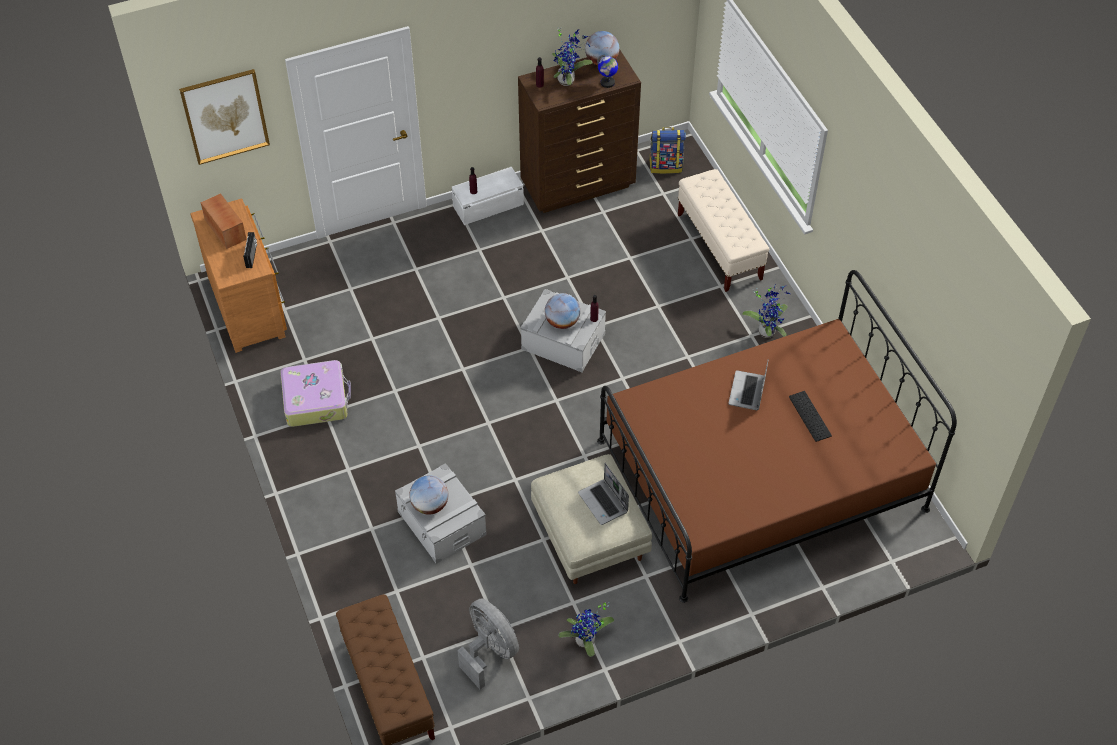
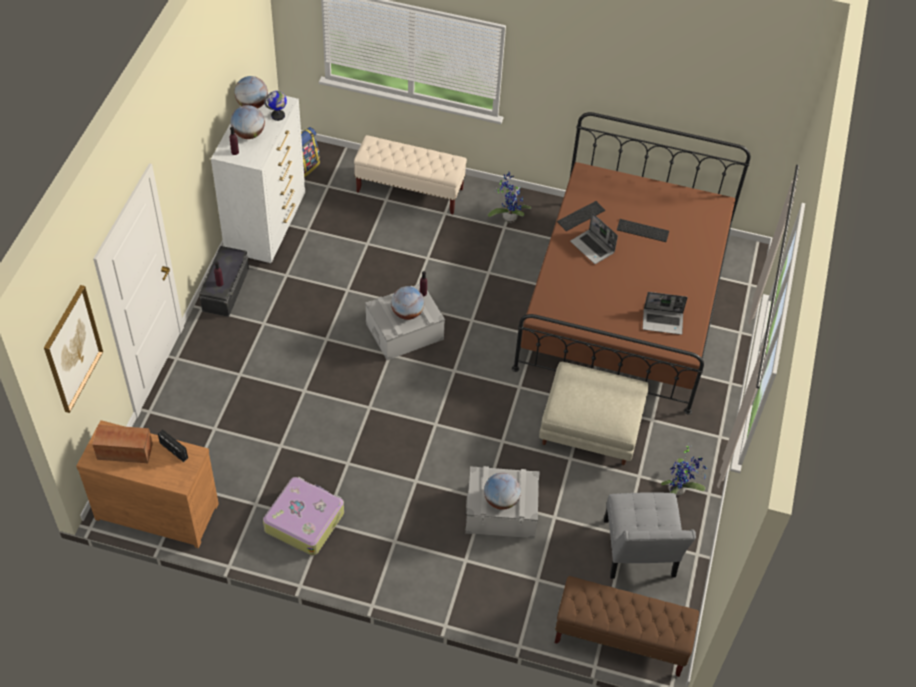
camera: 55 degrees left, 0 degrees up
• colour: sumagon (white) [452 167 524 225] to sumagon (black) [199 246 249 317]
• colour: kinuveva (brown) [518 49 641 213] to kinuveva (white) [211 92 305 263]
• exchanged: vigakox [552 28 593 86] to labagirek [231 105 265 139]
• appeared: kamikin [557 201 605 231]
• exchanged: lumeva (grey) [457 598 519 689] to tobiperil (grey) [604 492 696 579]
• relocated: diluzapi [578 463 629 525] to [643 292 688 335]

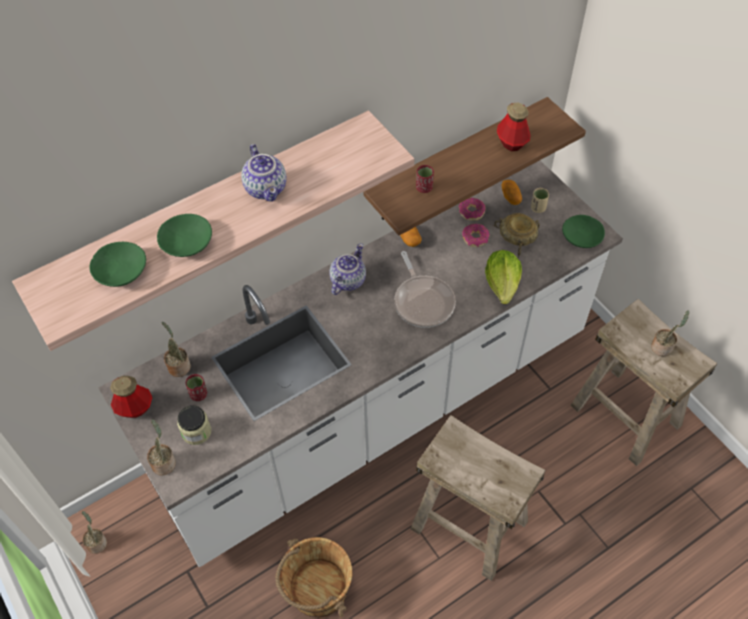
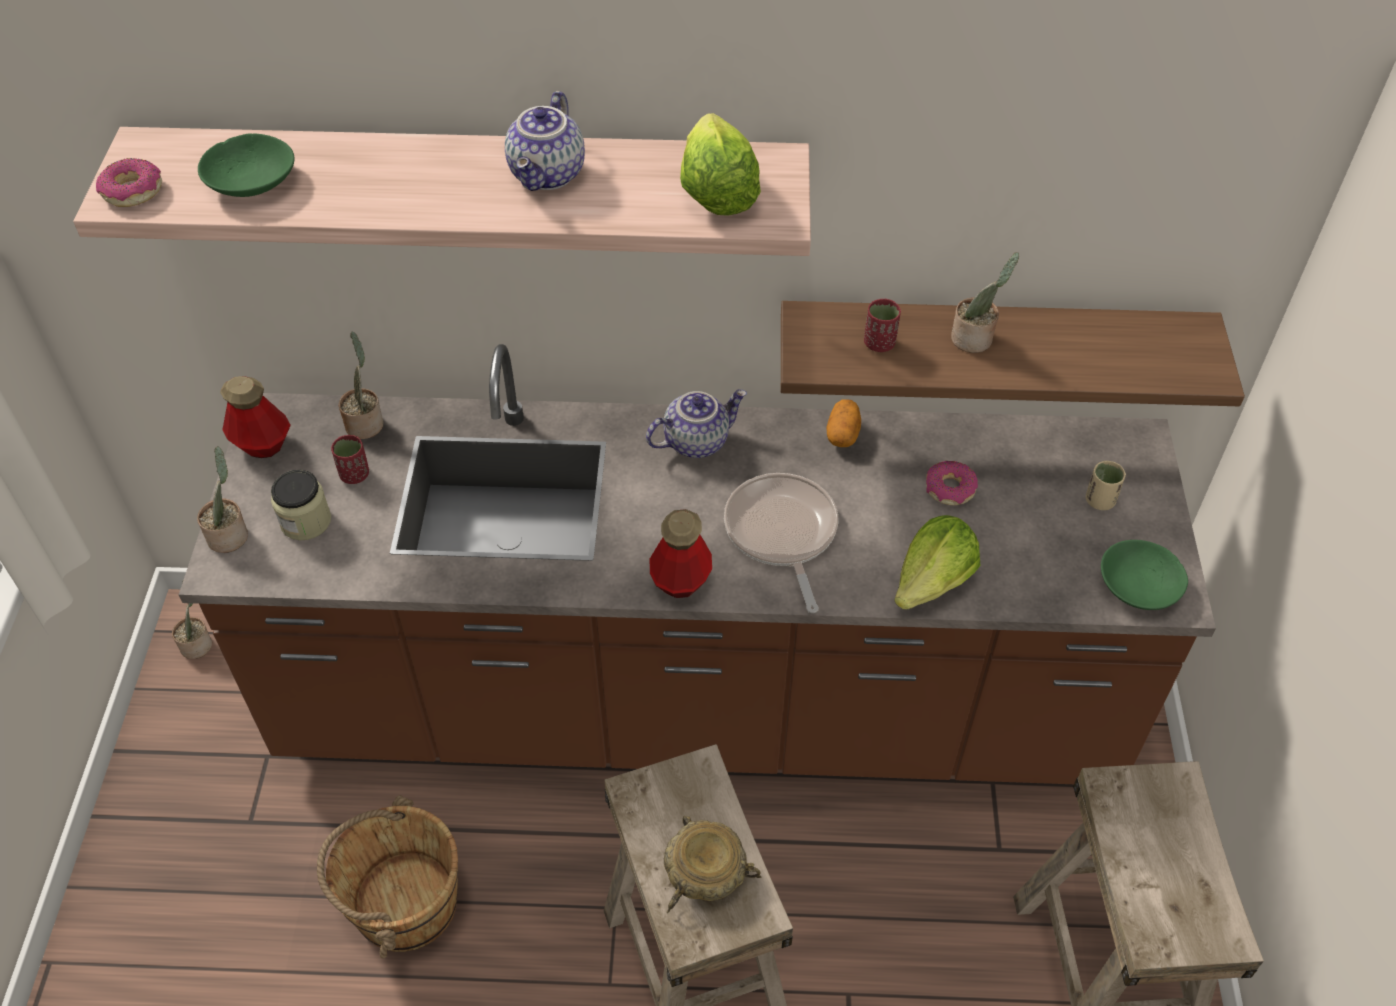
camera: 35 degrees right, 5 degrees down
• relocated: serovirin [459 198 485 221] to [96 158 162 207]
• colour: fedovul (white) [99 160 623 567] to fedovul (brown) [179 344 1216 784]
• relocated: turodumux [497 102 531 151] to [650 509 712 598]
• relocated: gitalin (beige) [493 213 540 258] to [664 816 761 913]
• appeared: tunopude [680 113 761 216]
• spun: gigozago [394 251 456 328] = [724 473 838 613] 150 degrees clockwise
• relocated: vigakox [651 311 689 356] to [951 252 1019 353]
• missing: gitalin (green) [157 214 212 257]
• missing: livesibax [502 179 522 205]

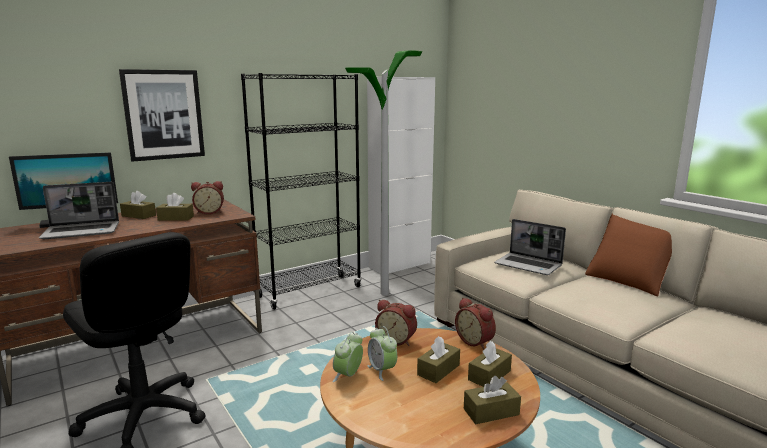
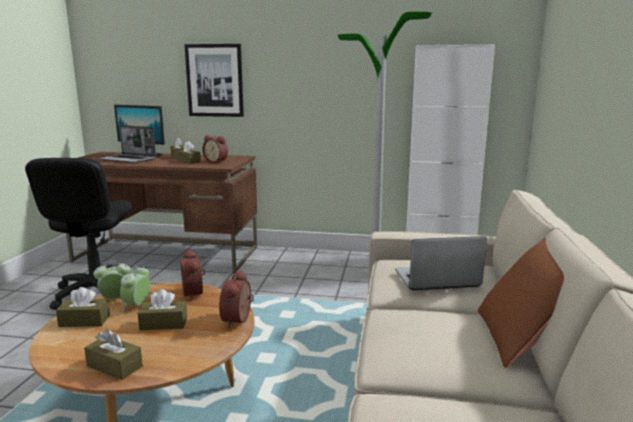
camera: 45 degrees right, 0 degrees up
• relocated: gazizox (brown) [468 341 512 387] to [56 287 110 327]
• spun: diluzapi [494 219 566 275] = [395 236 487 290] 90 degrees clockwise
• missing: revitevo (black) [241 73 362 310]

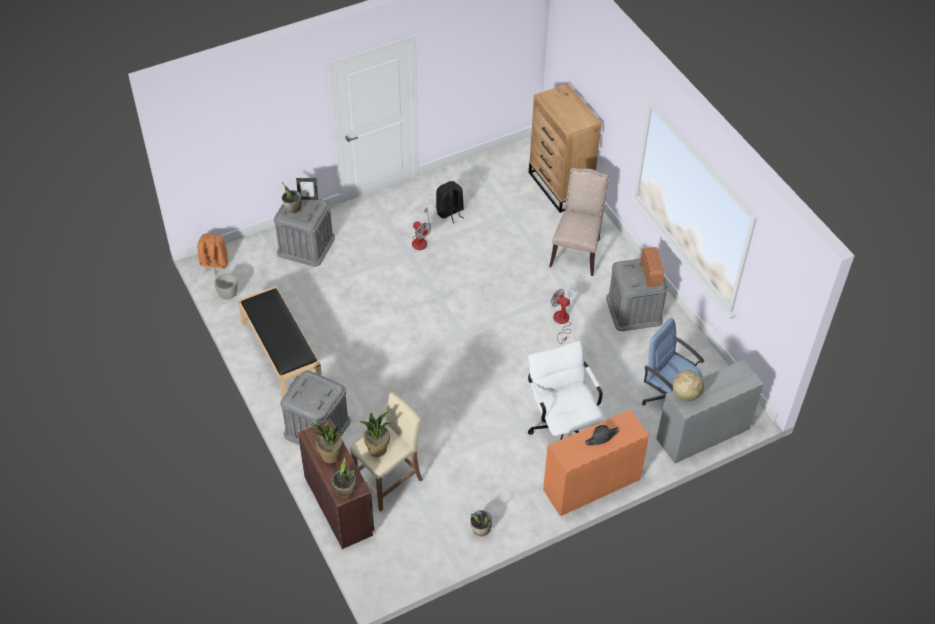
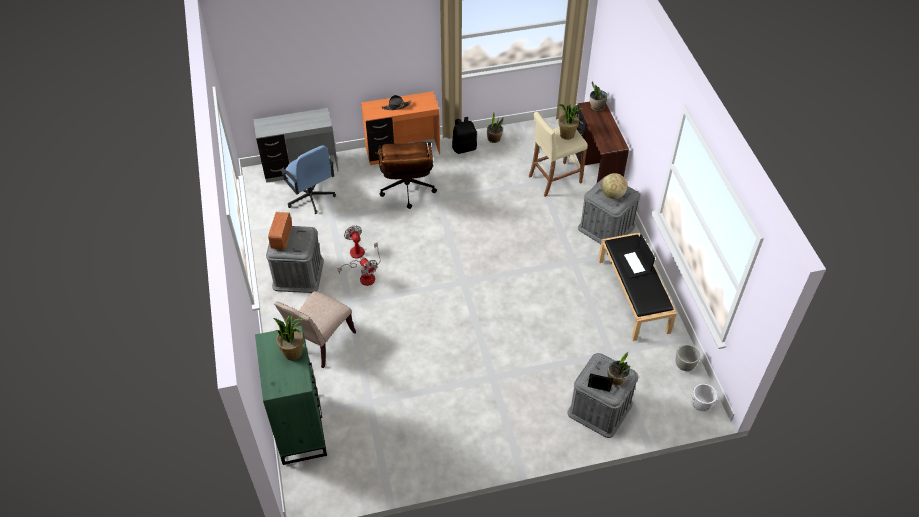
camera: 165 degrees left, 0 degrees up
• colour: kinuveva (brown) [529 83 602 213] to kinuveva (green) [255 326 327 465]
• relocated: vigakox [311 422 342 463] to [273 315 304 361]
• relocated: lumeva [412 207 431 250] to [338 225 365 274]
• colour: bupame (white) [528 341 605 440] to bupame (brown) [378 141 437 209]
• relocated: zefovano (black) [436 181 464 223] to [452 117 477 154]
• relocated: labagirek [673 370 704 401] to [601 173 627 199]
• appeared: diluzapi [616 234 655 279]
• exchanged: zefovano (orange) [197 233 228 276] to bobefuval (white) [691 384 717 411]

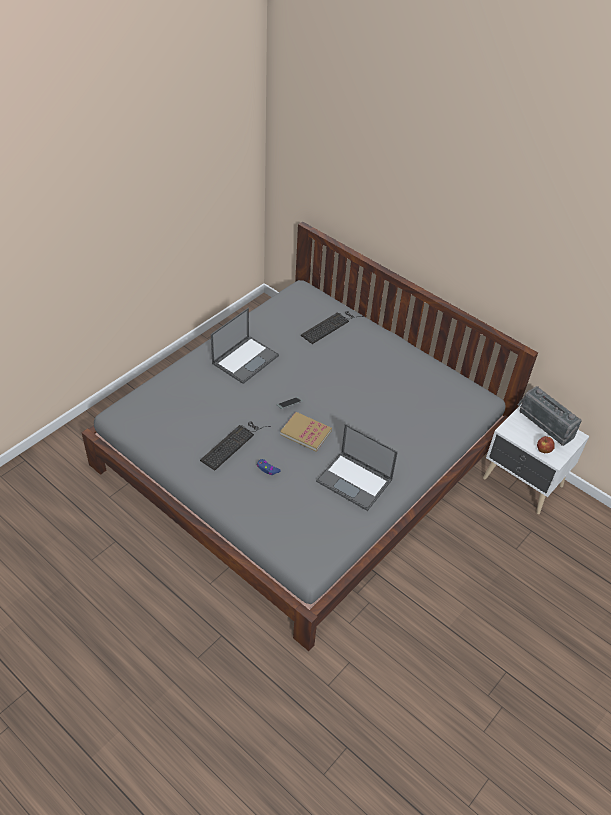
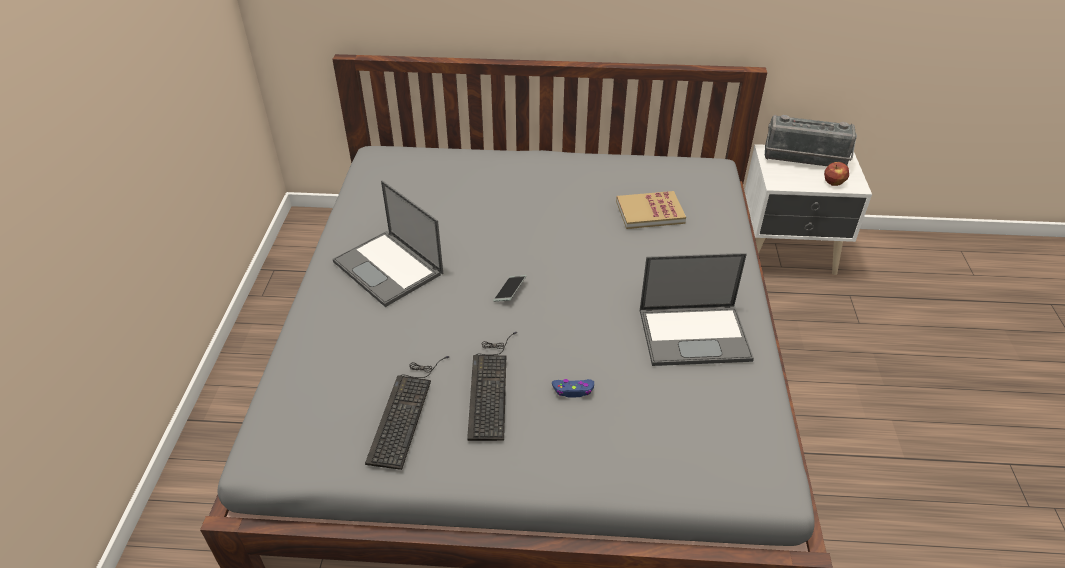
camera: 35 degrees left, 5 degrees down
• spun: diluzapi [211 308 279 384] = [333 180 443 307] 135 degrees clockwise
• relocated: kamikin [301 311 364 344] to [365 356 449 470]
• relocated: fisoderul [280 412 332 452] to [616 191 686 229]

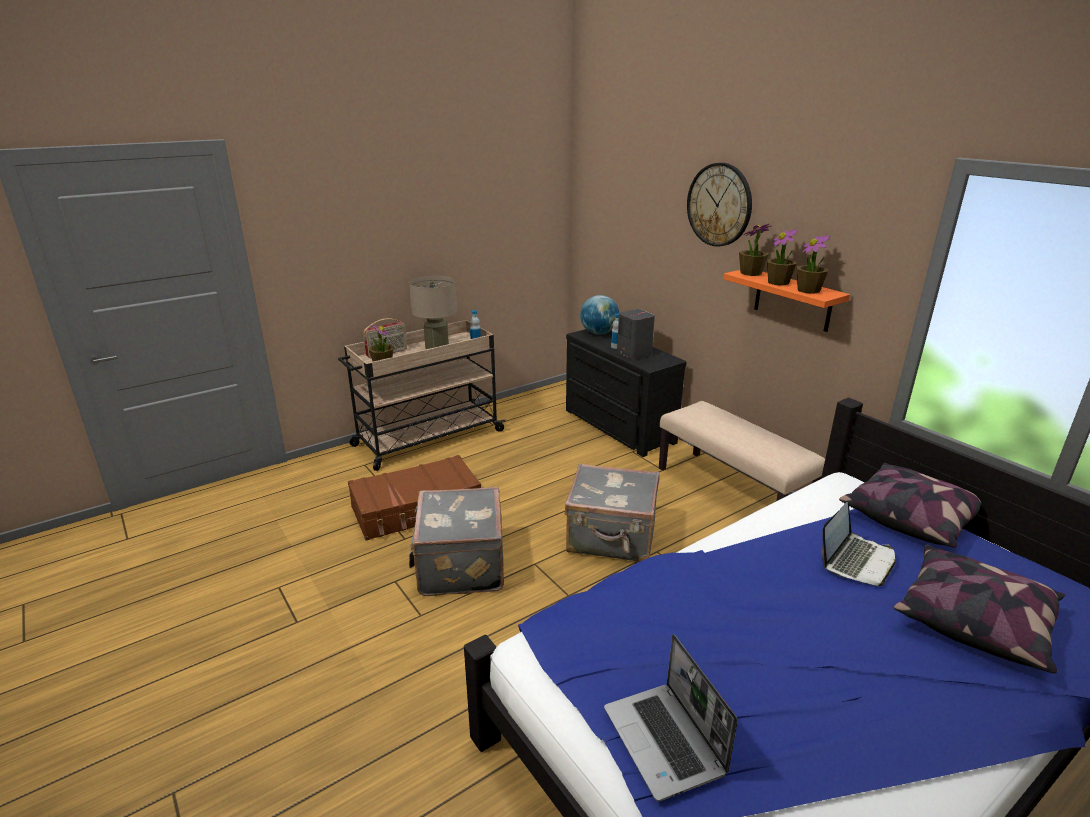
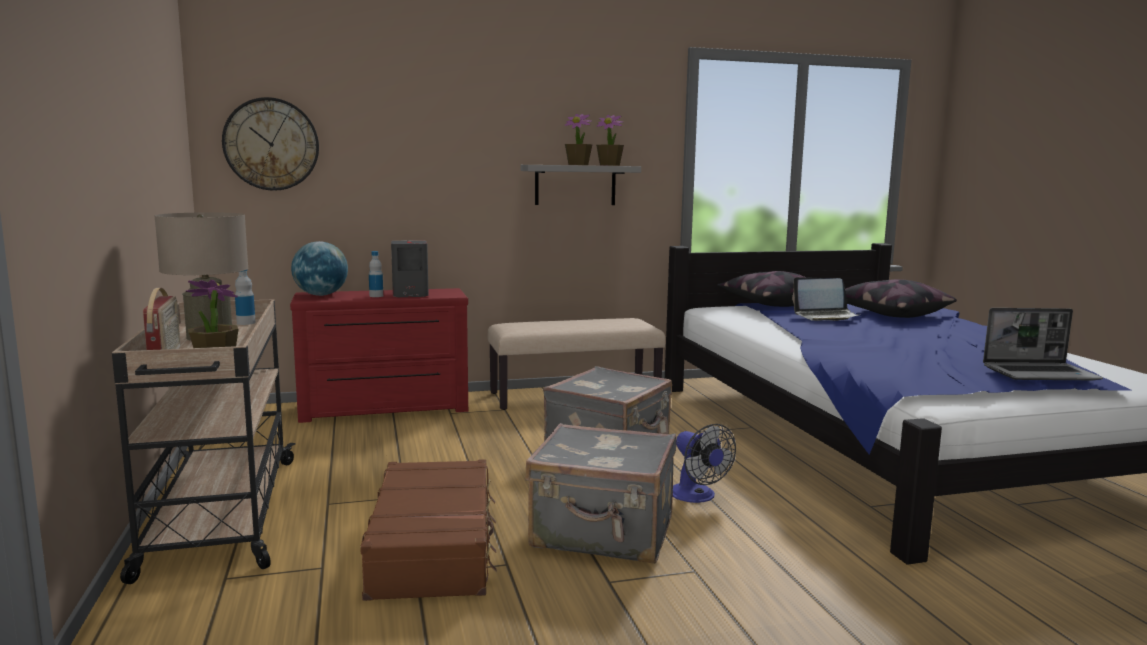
camera: 70 degrees left, 15 degrees down
• relocated: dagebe [687 163 752 247] to [222 97 319 191]
• colour: kinuveva (black) [566 329 686 457] to kinuveva (red) [290 288 468 423]
• colour: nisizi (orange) [723 270 850 332] to nisizi (grey) [521 165 641 205]
• appeared: lumeva [673 424 736 503]
• spun: diluzapi [821 502 895 586] = [792 277 859 321] 120 degrees clockwise
• missing: vigakox [739 224 771 276]

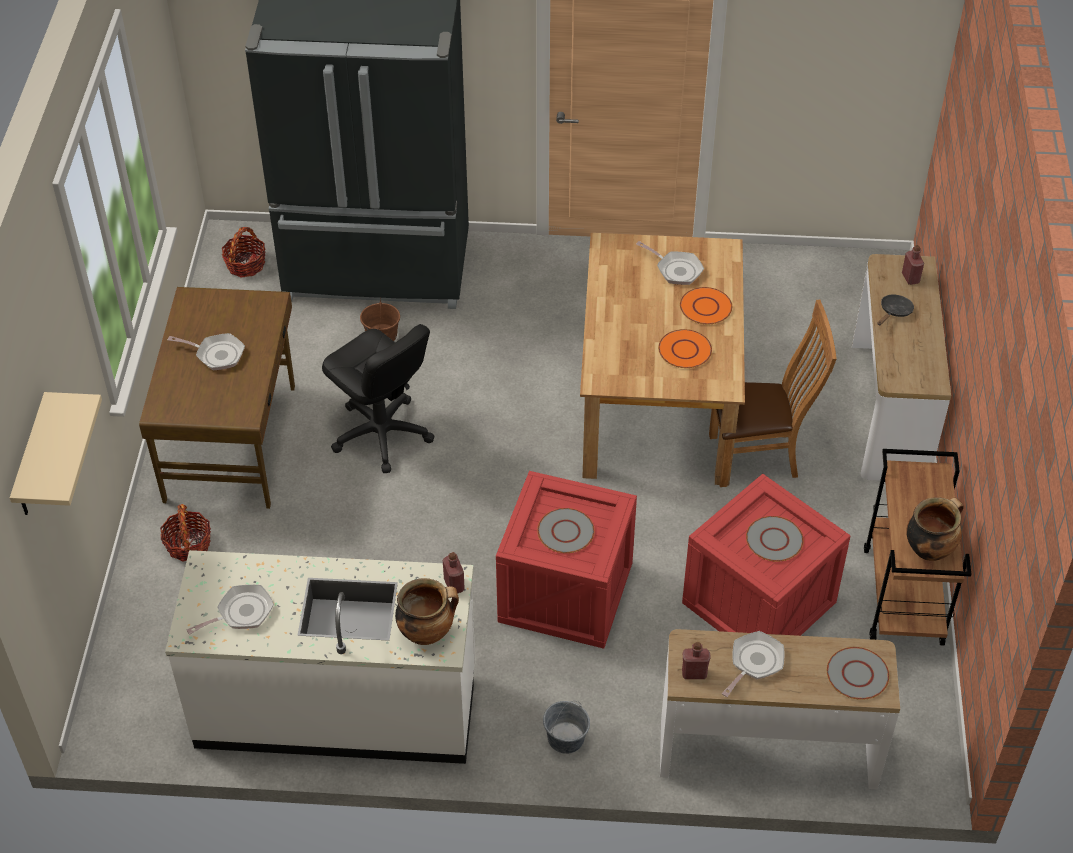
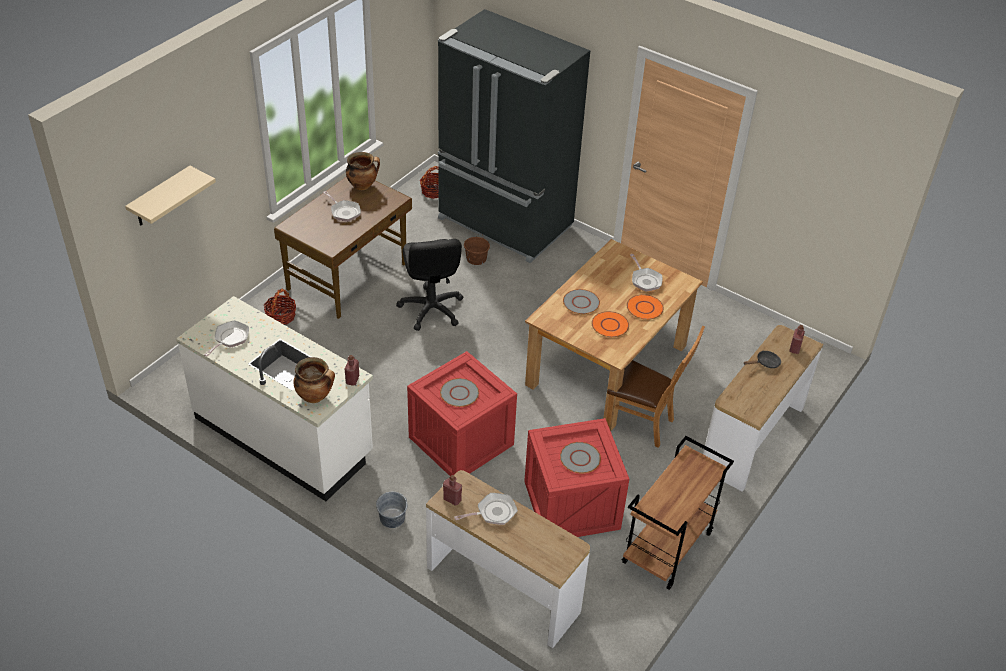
camera: 30 degrees right, 5 degrees down
• spun: gigozago [186 585 274 635] = [204 320 249 357] 60 degrees counterclockwise
• relocated: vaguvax [907 497 964 561] to [346 152 380 190]
• relocated: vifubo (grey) [827 647 890 700] to [563 289 600 314]

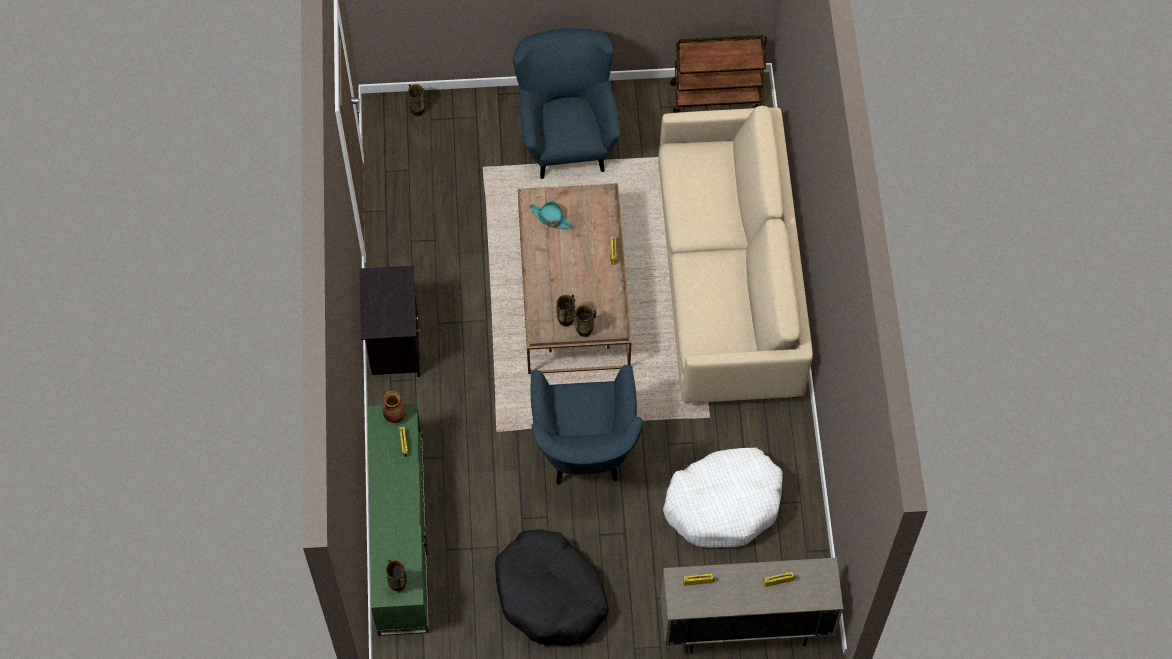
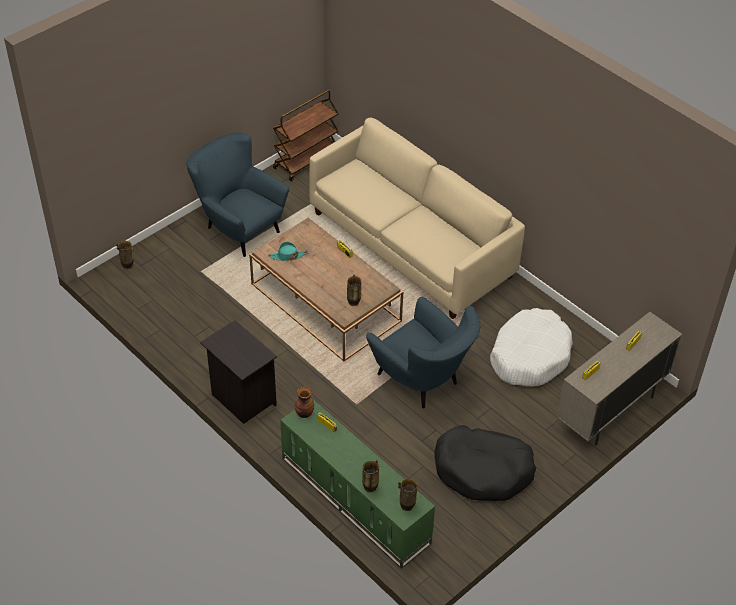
camera: 40 degrees left, 15 degrees down
• relocated: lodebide [574 305 597 337] to [362 460 379 492]

